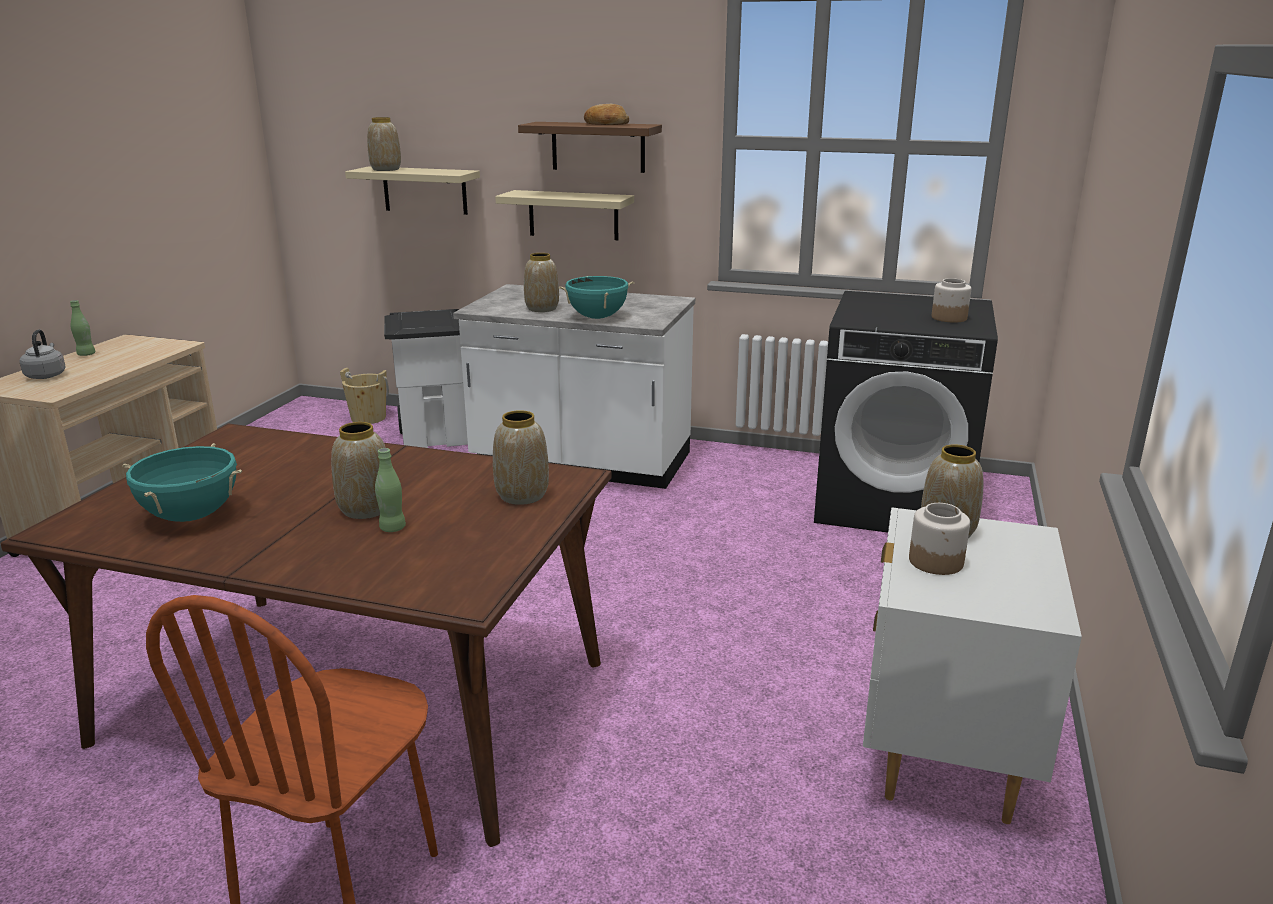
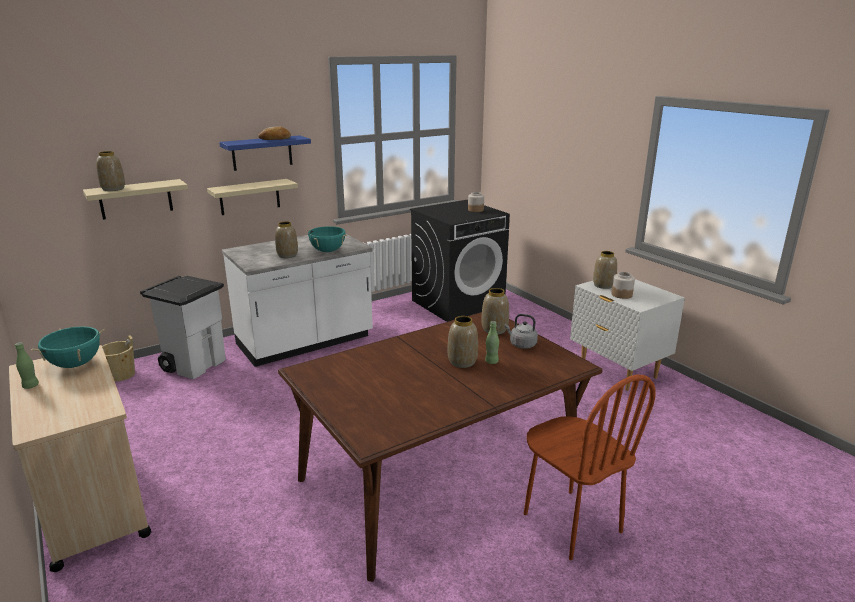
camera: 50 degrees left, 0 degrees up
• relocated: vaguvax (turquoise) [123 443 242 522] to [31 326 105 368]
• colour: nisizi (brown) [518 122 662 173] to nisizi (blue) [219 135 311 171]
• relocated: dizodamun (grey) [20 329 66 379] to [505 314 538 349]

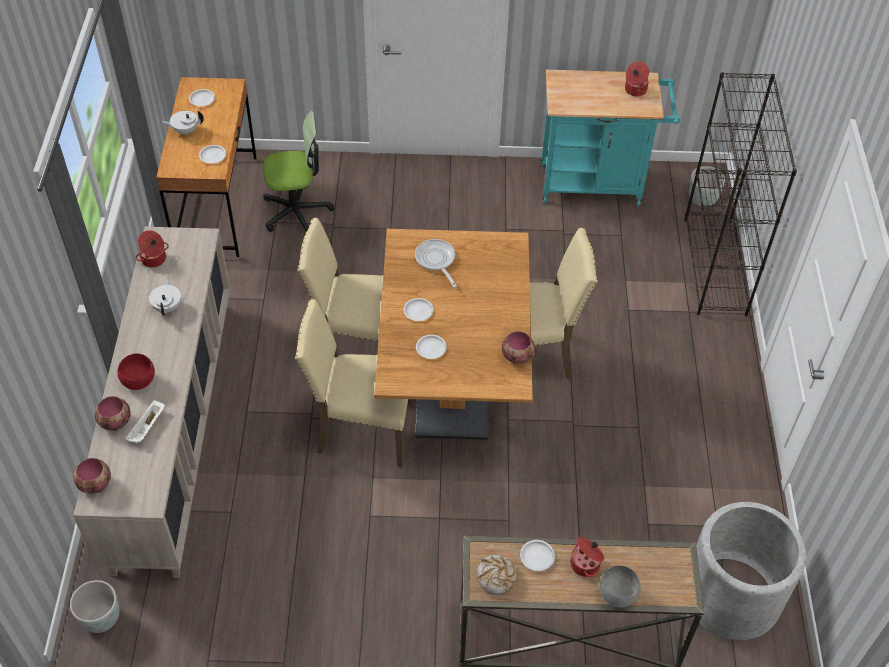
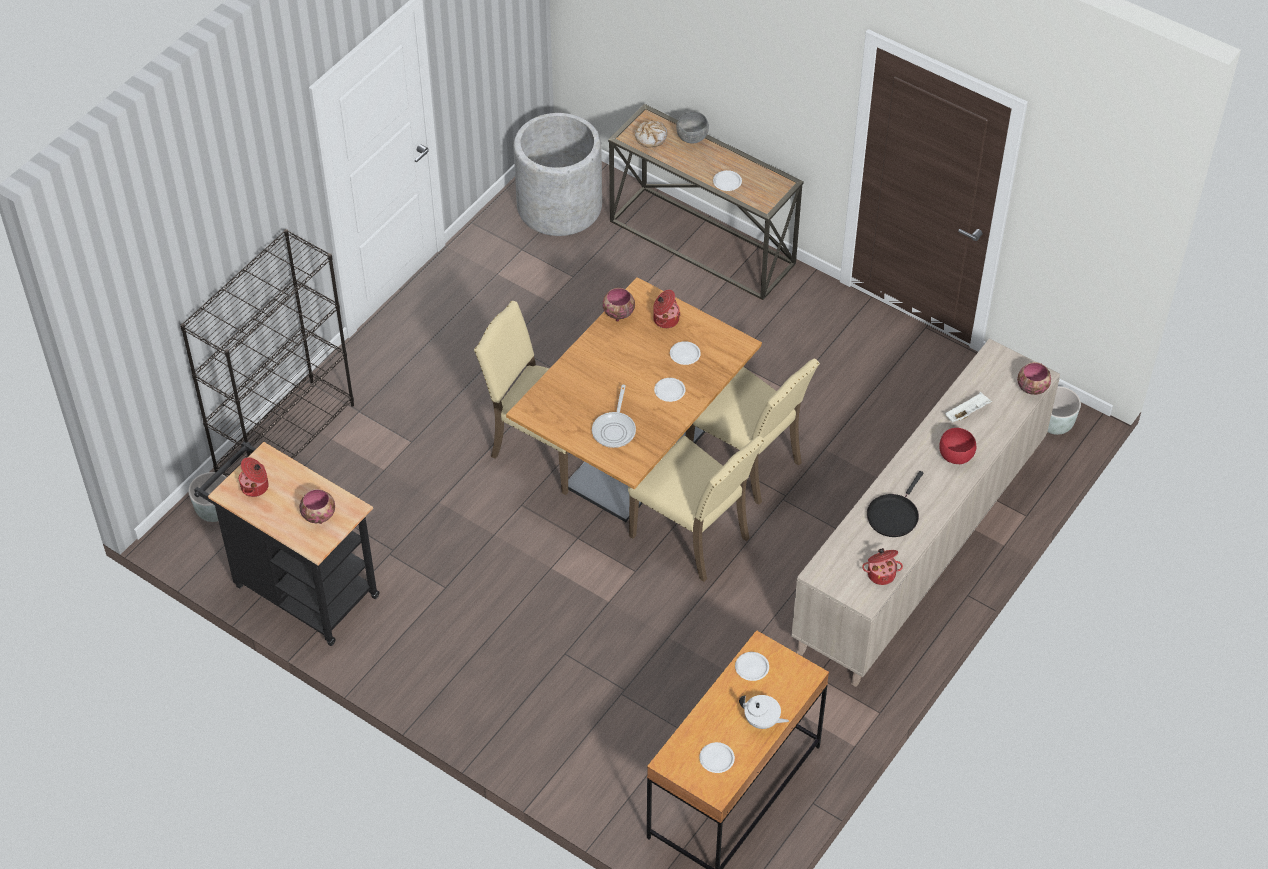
camera: 145 degrees left, 0 degrees up
• colour: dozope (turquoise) [541 70 680 206] to dozope (black) [194 442 379 646]
• relocated: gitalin [95 396 131 431] to [299 489 335 524]
• relocated: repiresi [477 555 517 595] to [635 120 667 148]
• relocated: vaguvax [570 537 604 577] to [653 290 680 328]
• exchanged: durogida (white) [149 278 181 316] to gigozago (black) [867 471 924 537]
• missing: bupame [263 110 335 234]

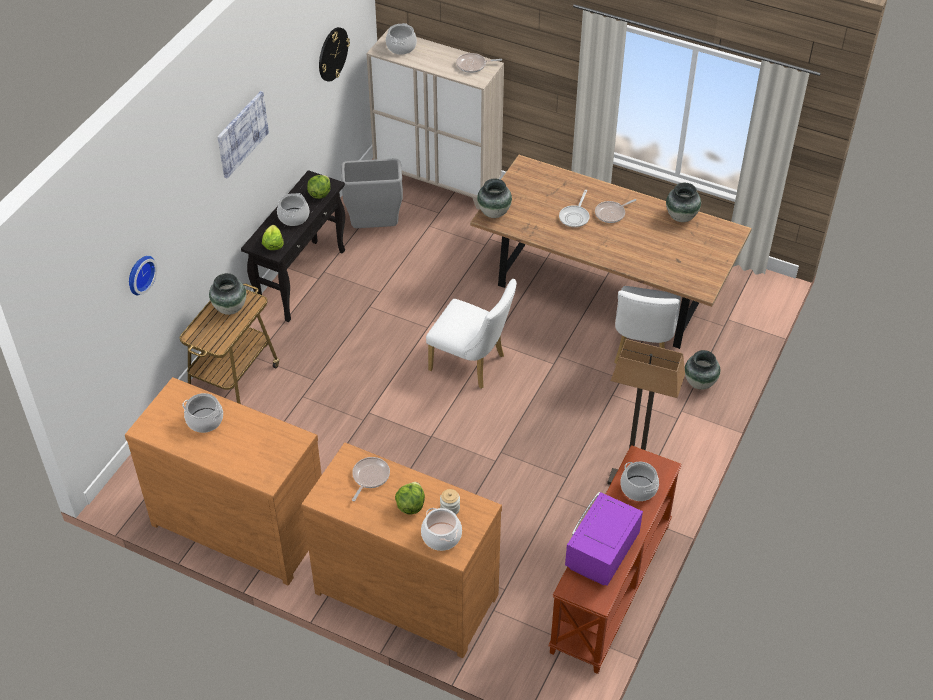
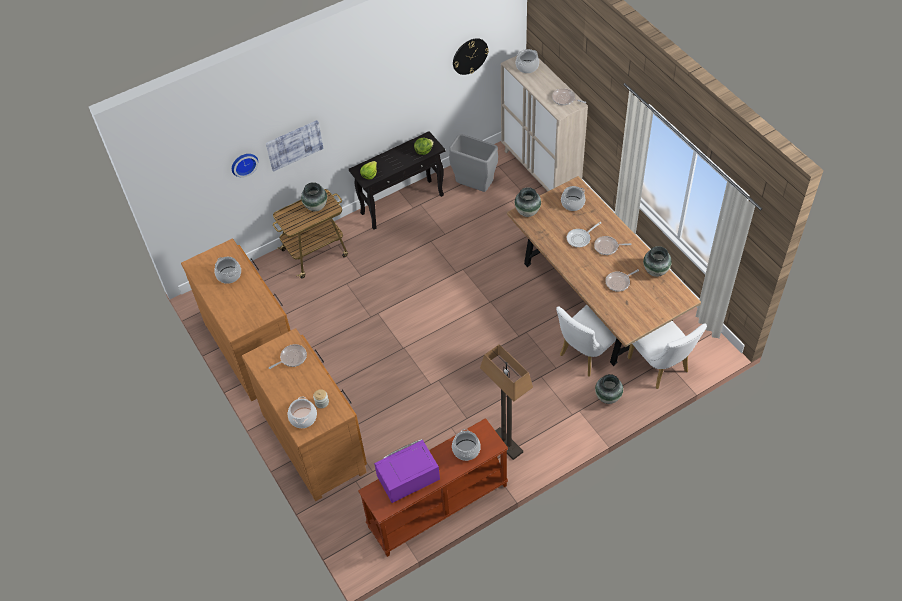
camera: 35 degrees right, 5 degrees up
• relocated: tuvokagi [217 91 269 178] to [266 120 323 172]
• relocated: vaguvax [277 193 309 226] to [561 186 585 211]
• appeared: gigozago [605 269 639 292]
• relocated: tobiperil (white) [426 279 517 389] to [627 321 707 389]
• missing: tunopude [395 482 425 515]

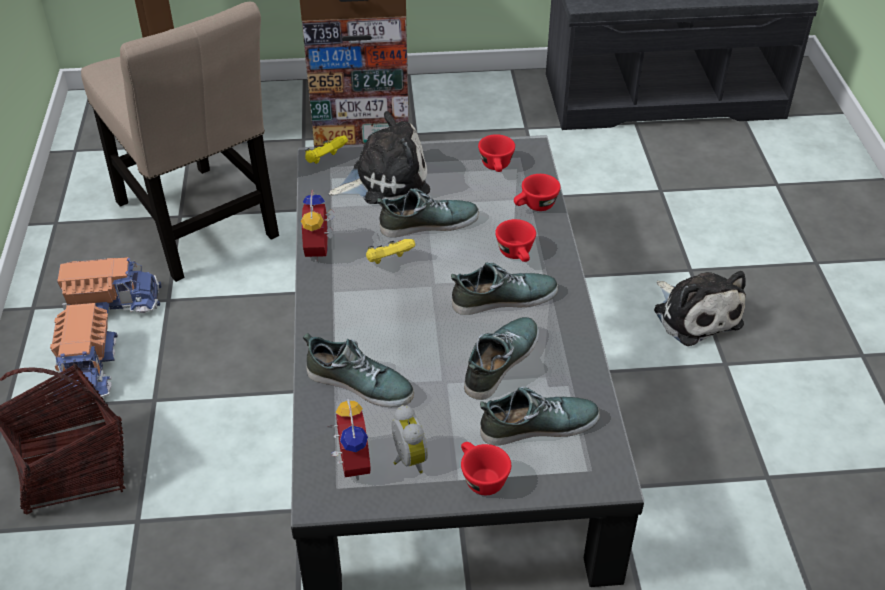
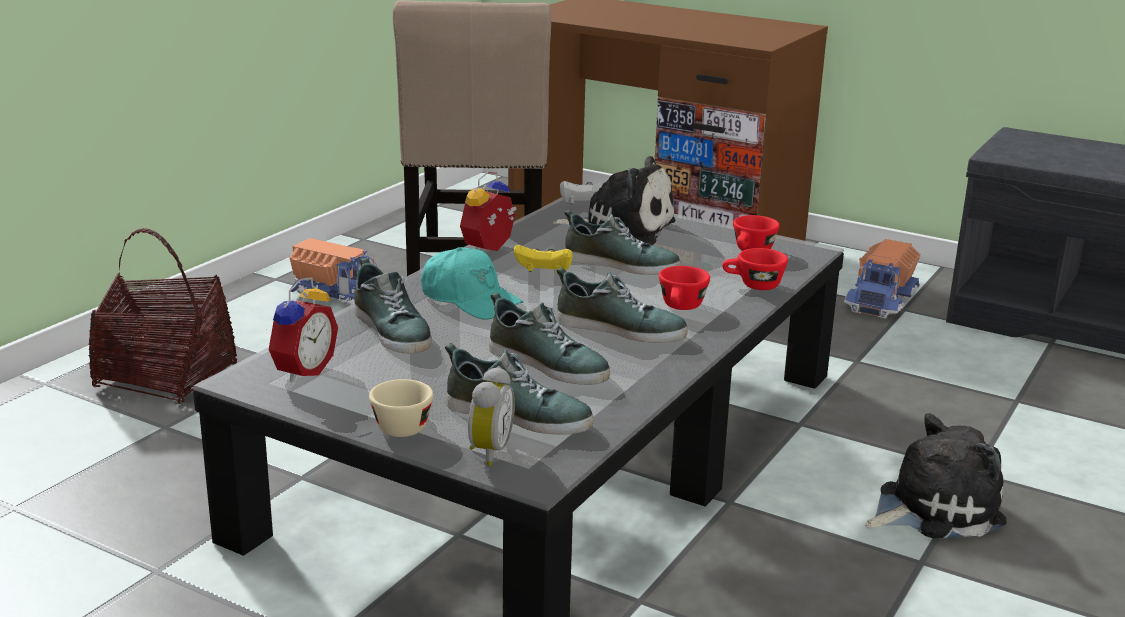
camera: 35 degrees right, 20 degrees down
• colour: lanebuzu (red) [461 442 511 495] to lanebuzu (beige) [369 379 433 437]
• appeared: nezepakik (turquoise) [421 247 523 319]
• relocated: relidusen [391 405 428 474] to [468 366 515 466]
• spun: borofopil [464 317 539 400] = [489 293 610 385] 60 degrees clockwise
• colour: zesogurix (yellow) [305 135 348 164] to zesogurix (white) [560 180 607 204]
• relocated: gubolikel [50 303 118 404] to [844 239 920 318]
• spun: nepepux [654 271 746 346] = [865 413 1007 538] 120 degrees counterclockwise

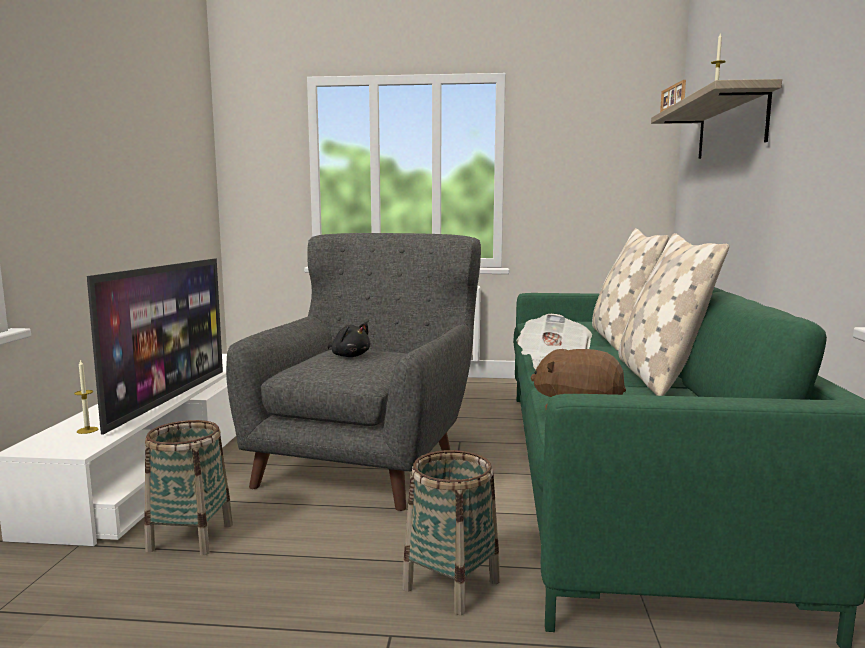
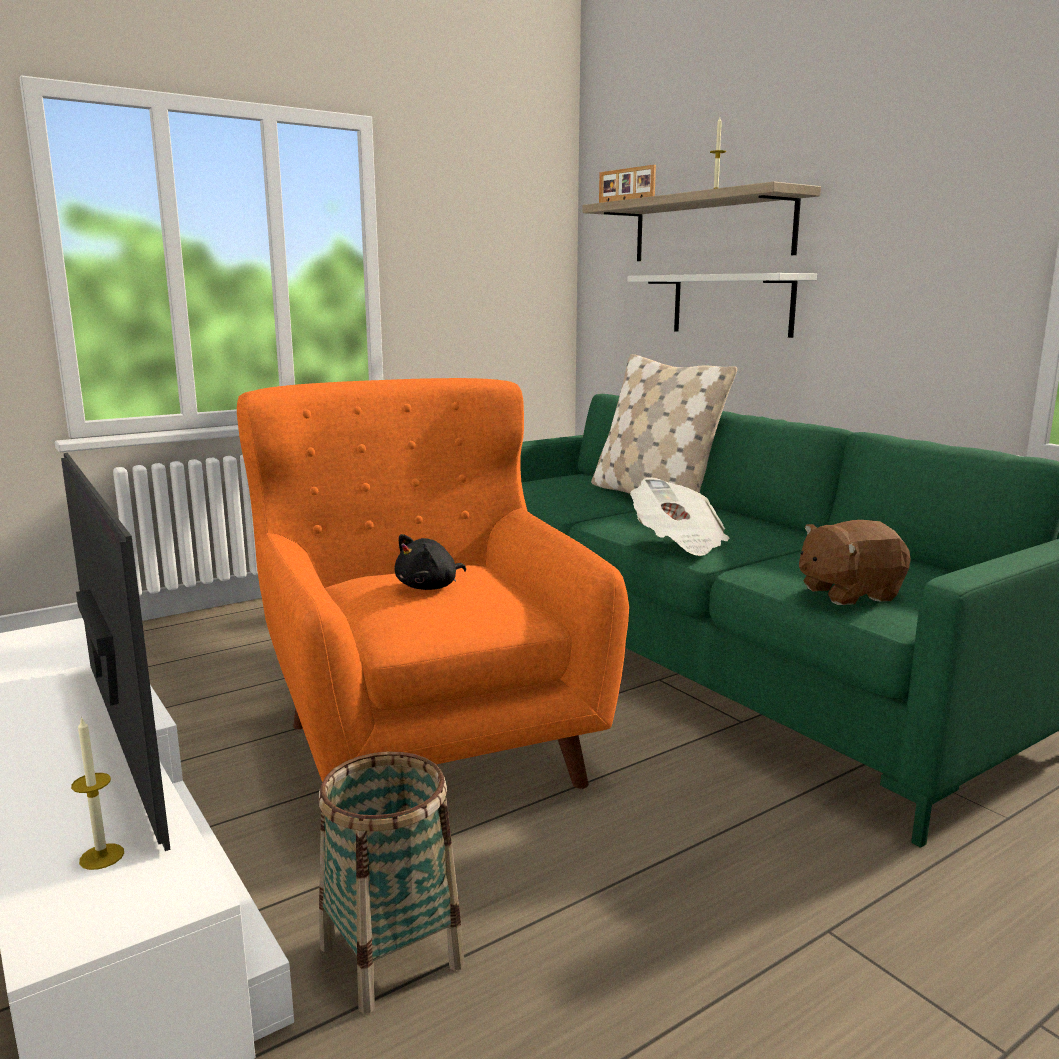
camera: 40 degrees left, 5 degrees up
• colour: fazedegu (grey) [226 233 481 511] to fazedegu (orange) [237 378 629 789]
• spun: nepepux (black) [327 323 370 357] = [394 534 466 590] 135 degrees clockwise
• appeared: nisizi (white) [627 273 817 338]
• missing: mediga [402 450 500 615]
• missing: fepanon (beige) [619 233 729 396]

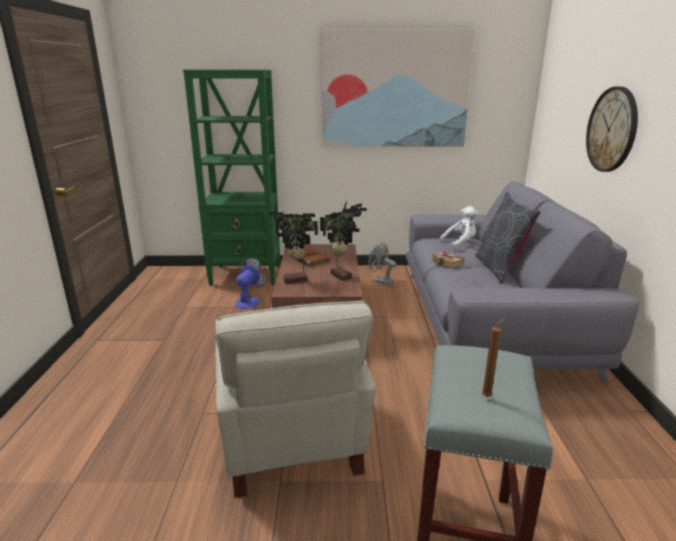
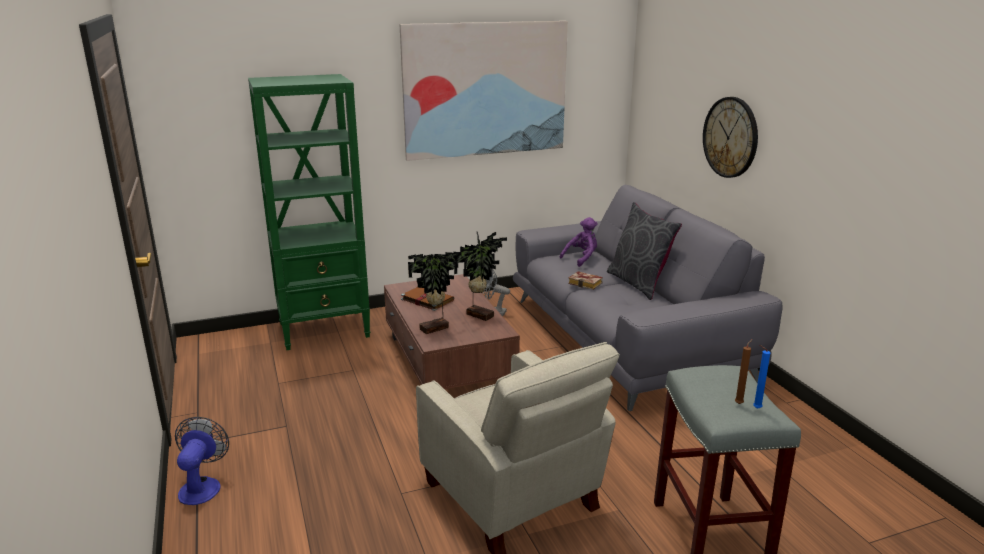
camera: 20 degrees left, 0 degrees up
• relocated: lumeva [235 258 268 309] to [175 417 229 505]
• colour: nepepux (white) [440 206 478 249] to nepepux (purple) [560 217 597 267]
• appeared: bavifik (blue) [753 345 770 409]

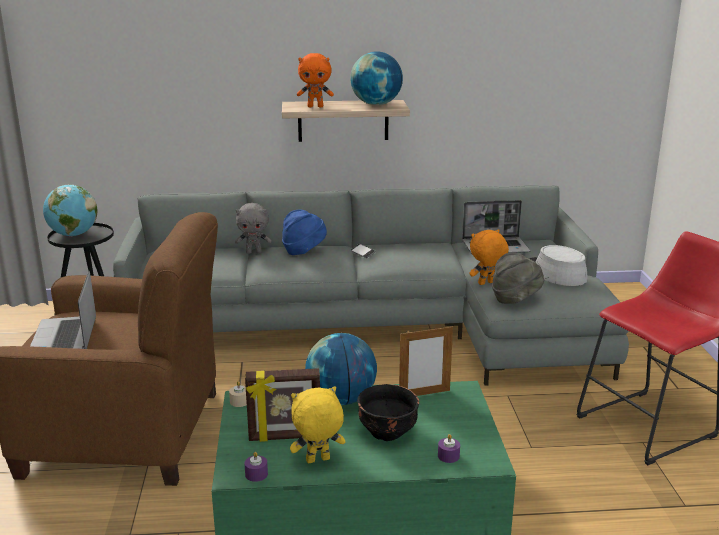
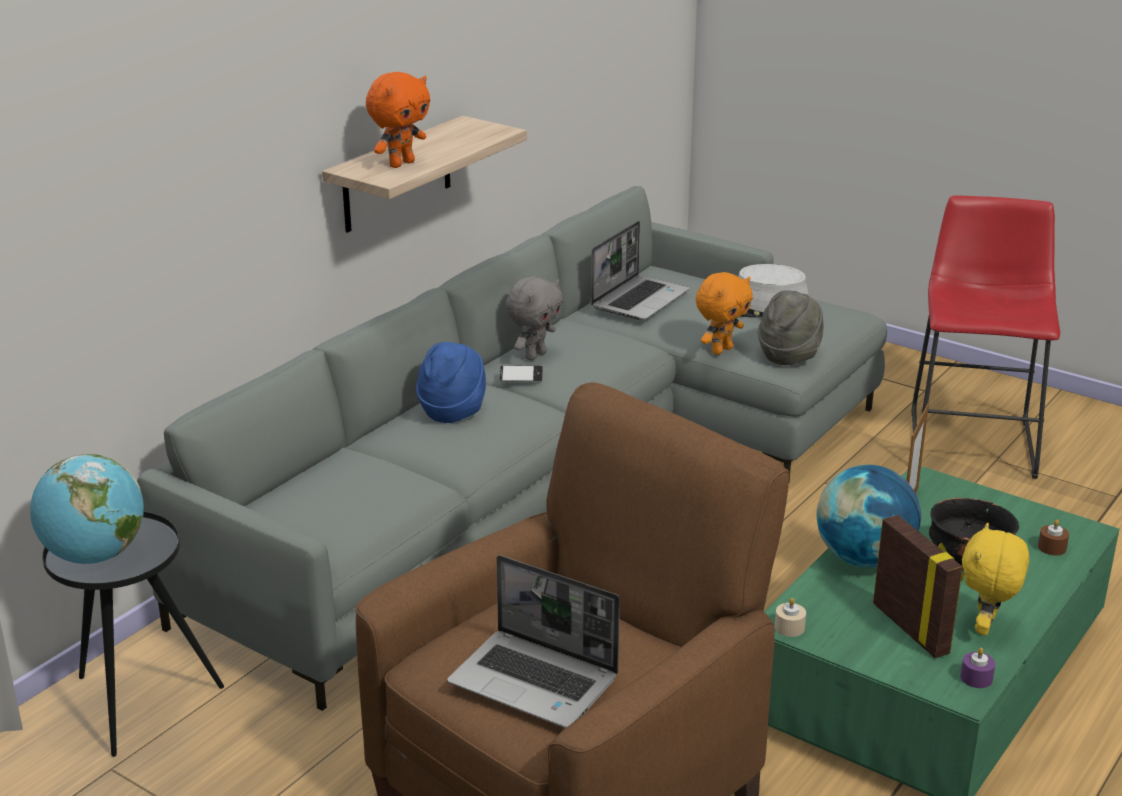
camera: 50 degrees left, 5 degrees up
• relocated: nepepux (grey) [235 203 271 254] to [506 276 563 361]
• spun: nepepux (orange) [470 229 509 285] = [695 272 753 355] 150 degrees counterclockwise
• spun: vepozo [245 368 320 442] = [873 515 964 658] 60 degrees counterclockwise
• colour: bavifik (purple) [438 434 460 463] to bavifik (brown) [1038 519 1069 556]
• missing: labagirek [350 51 403 105]

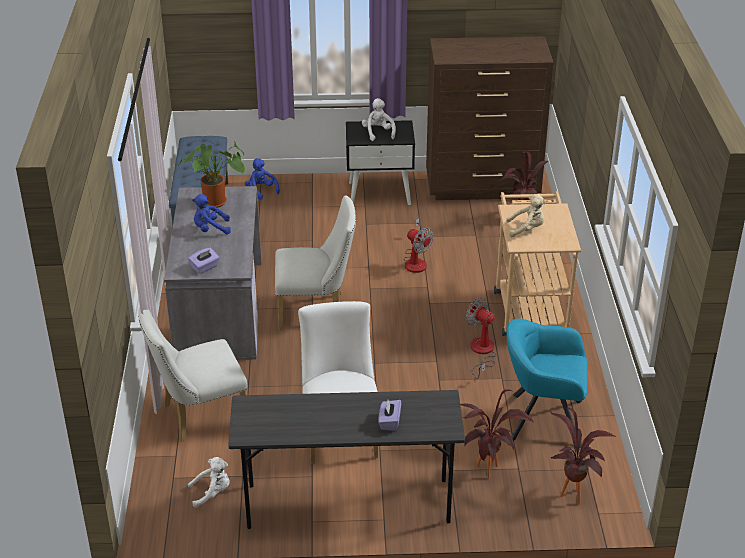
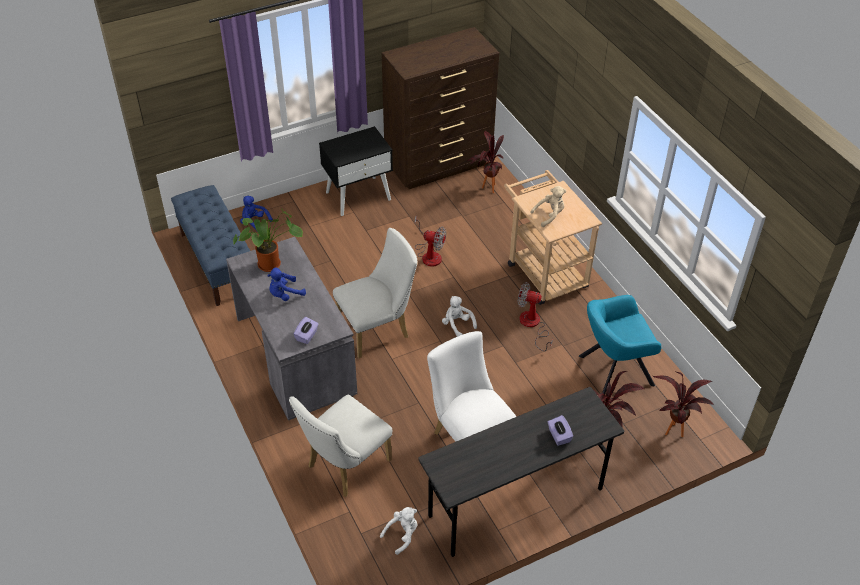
camera: 25 degrees left, 10 degrees up
• relocated: nepepux (white) [362 98 396 141] to [442 296 477 337]

